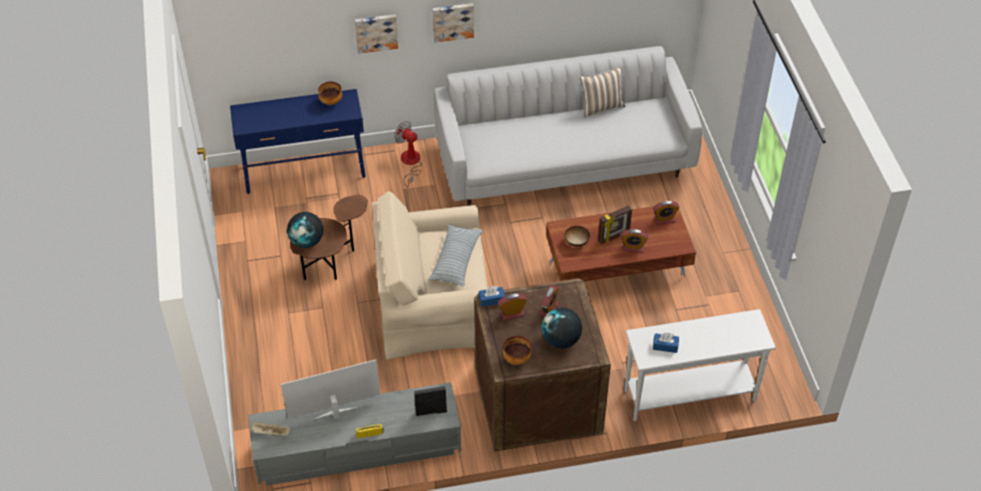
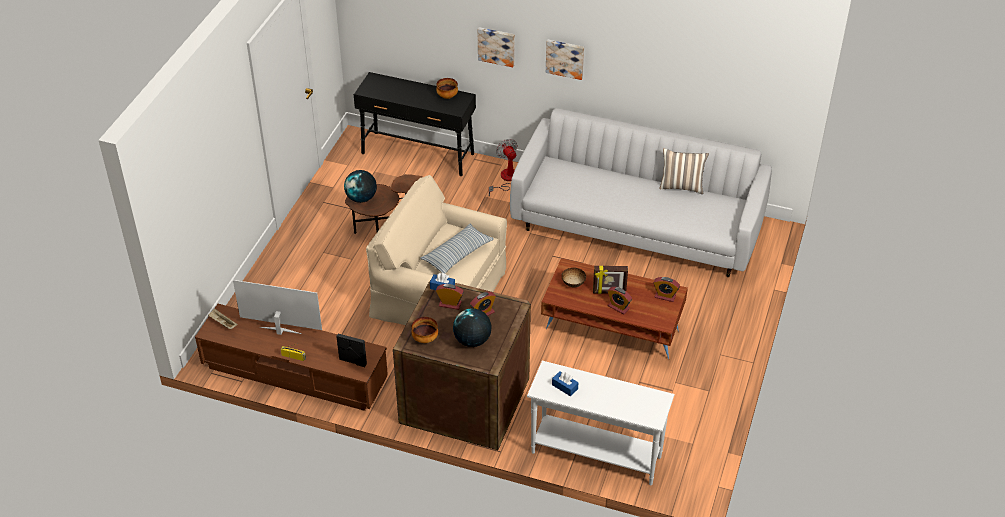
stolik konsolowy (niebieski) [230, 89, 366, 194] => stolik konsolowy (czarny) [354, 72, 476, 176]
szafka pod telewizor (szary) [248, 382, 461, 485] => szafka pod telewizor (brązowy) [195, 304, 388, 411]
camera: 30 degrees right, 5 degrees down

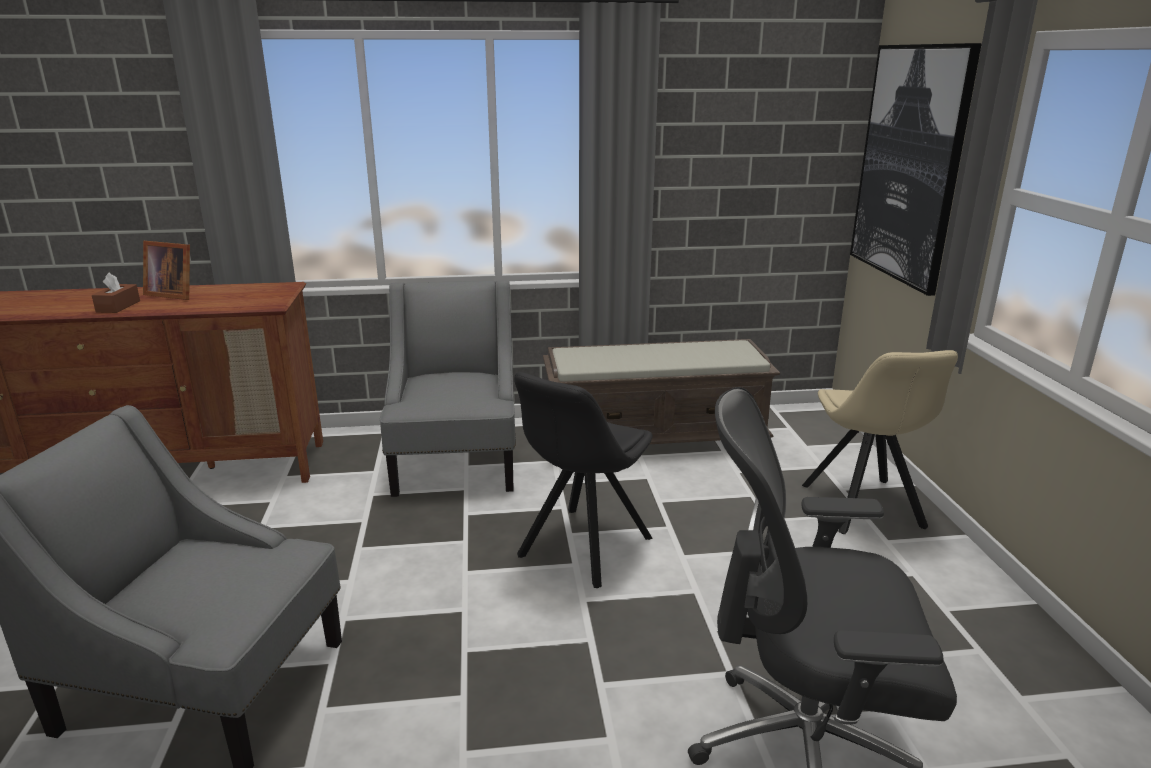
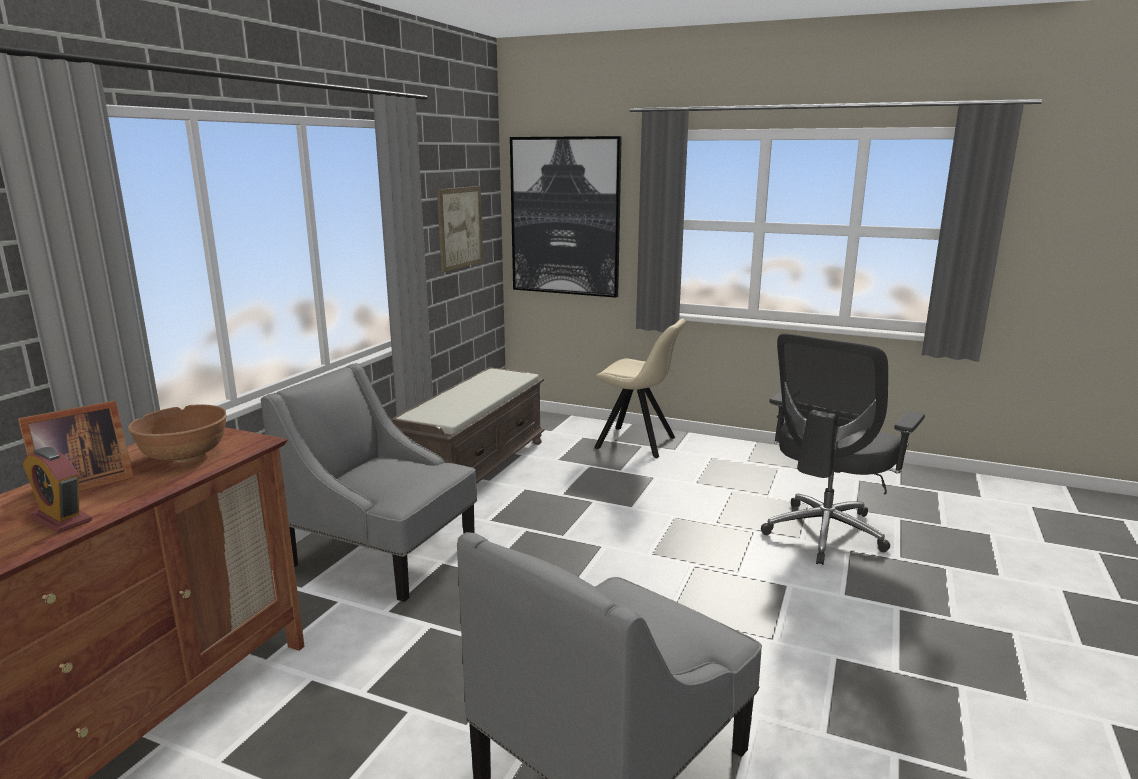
pudełko chusteczek (brązowy) [92, 272, 140, 313] => budzik [23, 447, 92, 533]
krzesło (czarny) [514, 372, 653, 588] => nothing
nothing => miska (brązowy) [128, 404, 227, 463]
nothing => obraz [437, 186, 483, 272]
camera: 60 degrees left, 5 degrees down

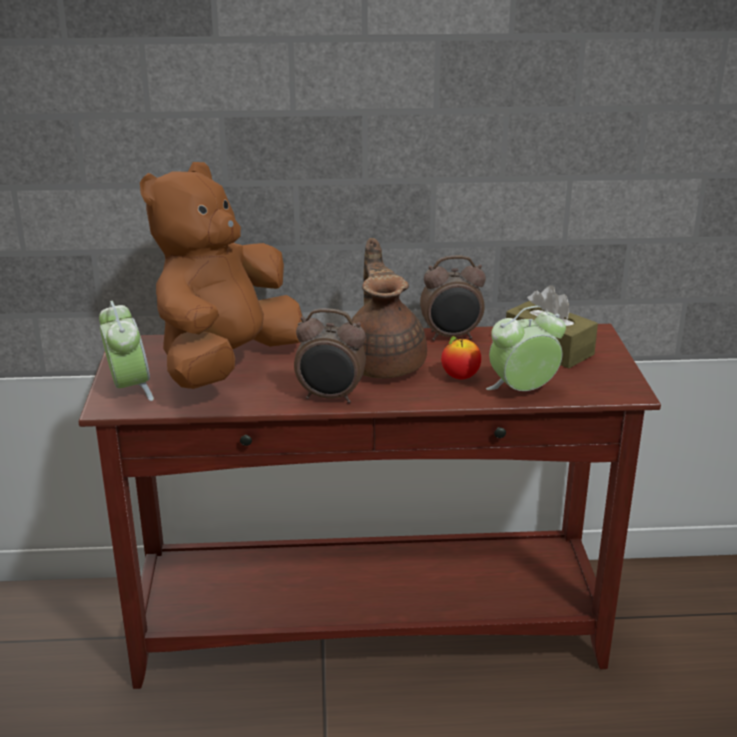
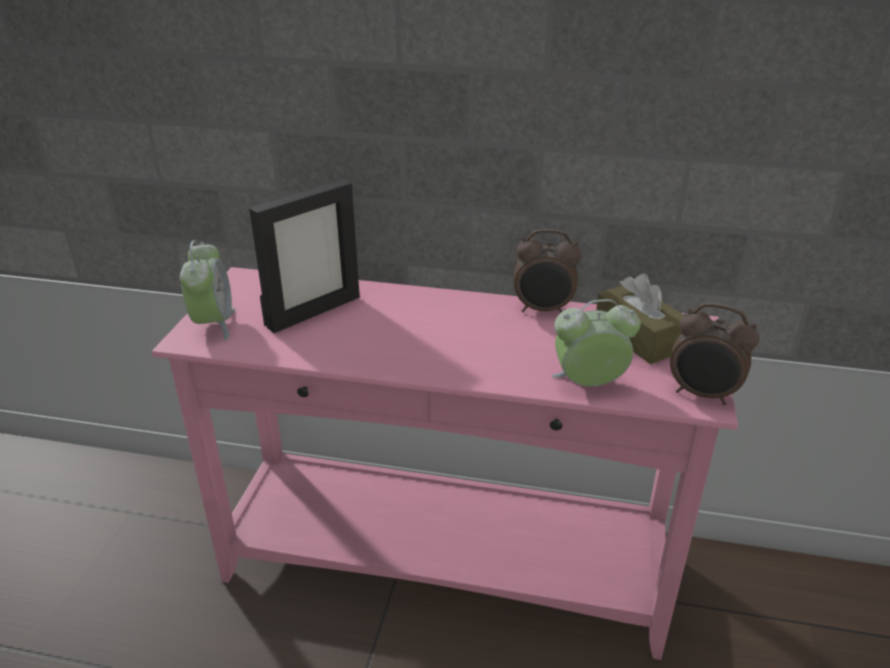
stolik konsolowy (brązowy) [79, 324, 661, 689] => stolik konsolowy (różowy) [152, 267, 738, 660]
pluszak (brązowy) [140, 162, 302, 389] => ramka na zdjęcie [249, 179, 360, 333]
budzik [294, 308, 366, 403] => budzik [670, 302, 759, 405], shifted
imbryk (brązowy) [352, 238, 427, 379] => nothing
jabłko [441, 336, 481, 380] => nothing
camera: 15 degrees right, 5 degrees up

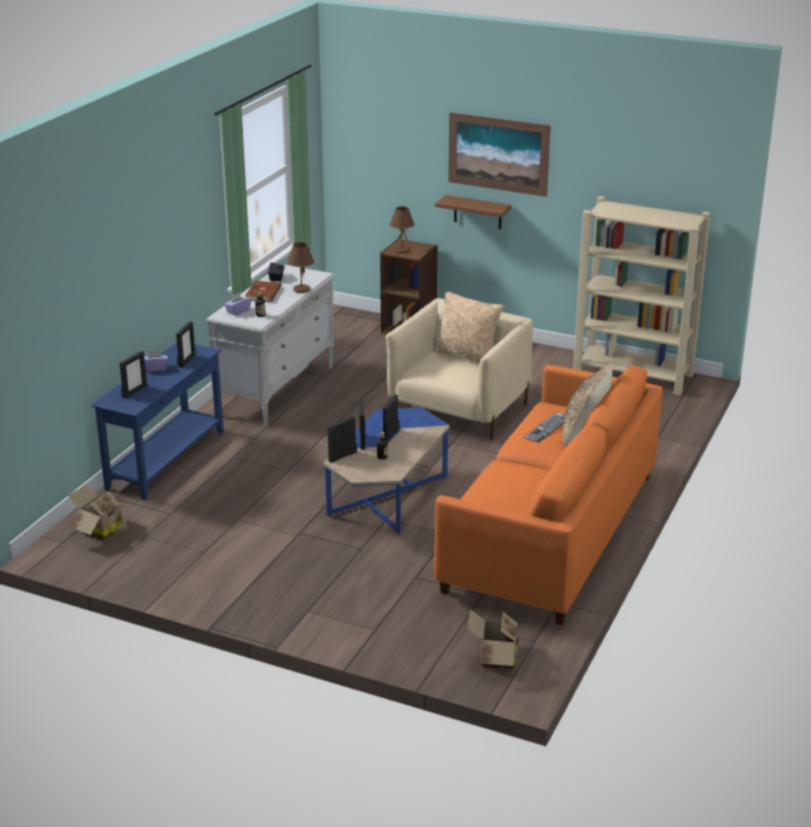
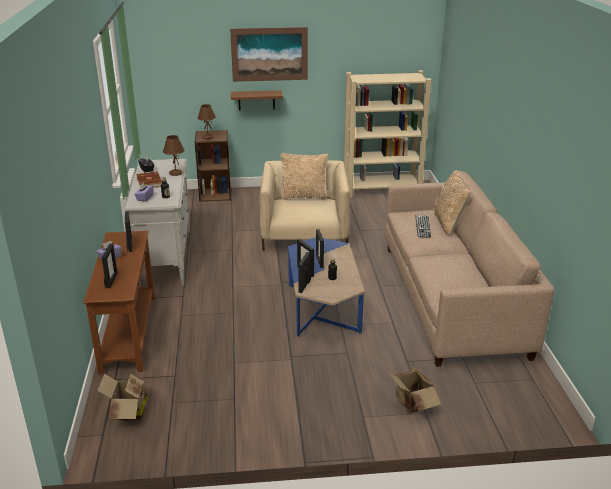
stolik konsolowy (niebieski) [91, 343, 224, 500] => stolik konsolowy (brązowy) [83, 231, 155, 375]
kanapa (pomarańczowy) [434, 365, 663, 625] => kanapa (beżowy) [385, 171, 554, 367]
karton [467, 610, 519, 670] => karton [388, 366, 441, 414], shifted
camera: 30 degrees left, 0 degrees up

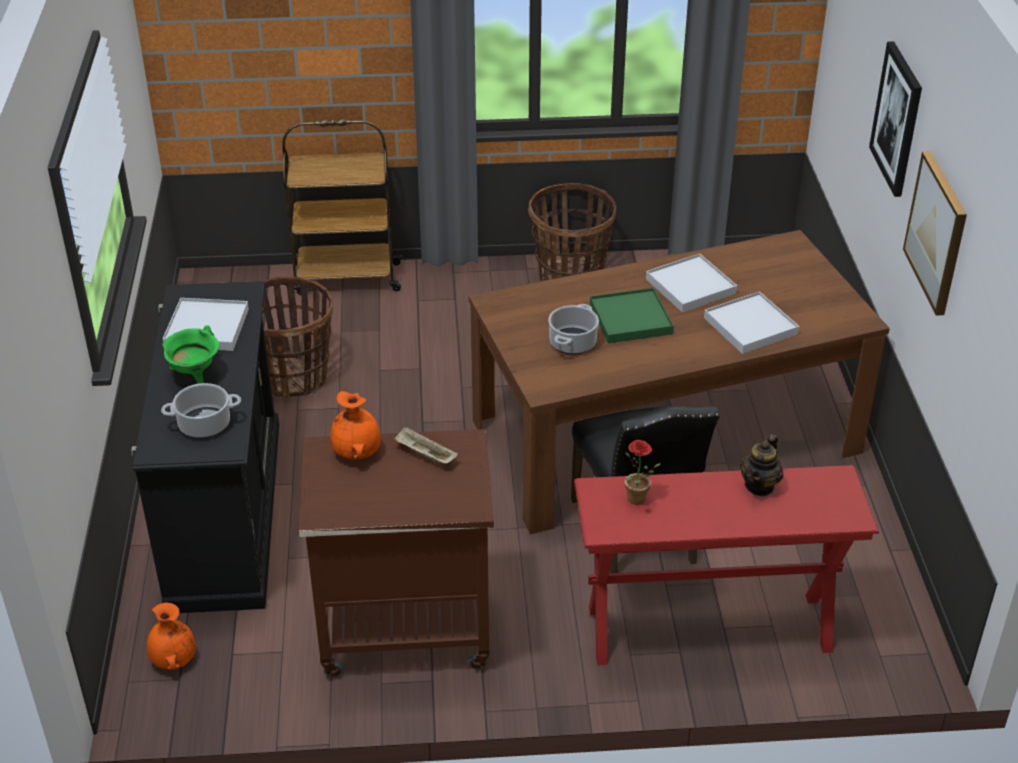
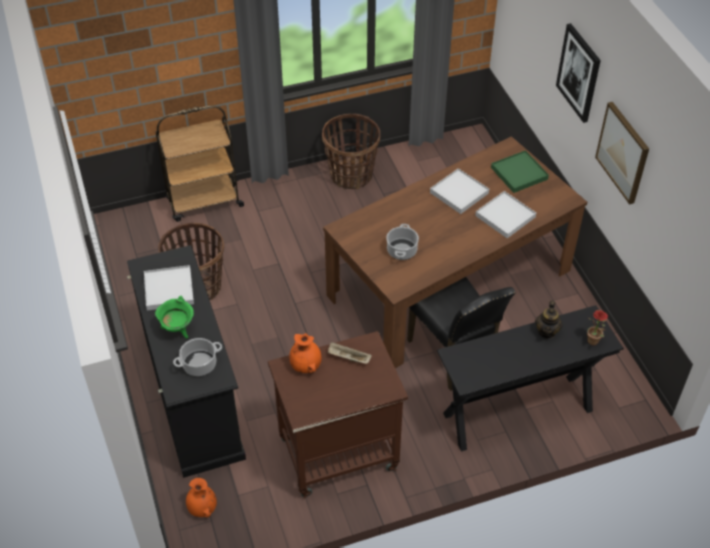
stolik konsolowy (czerwony) [574, 465, 879, 665] => stolik konsolowy (czarny) [437, 305, 624, 452]
taca (zielony) [590, 288, 674, 343] => taca (zielony) [491, 150, 549, 193], shifted
roślina doniczkowa [625, 440, 661, 505] => roślina doniczkowa [587, 310, 608, 345], shifted
camera: 15 degrees left, 10 degrees up

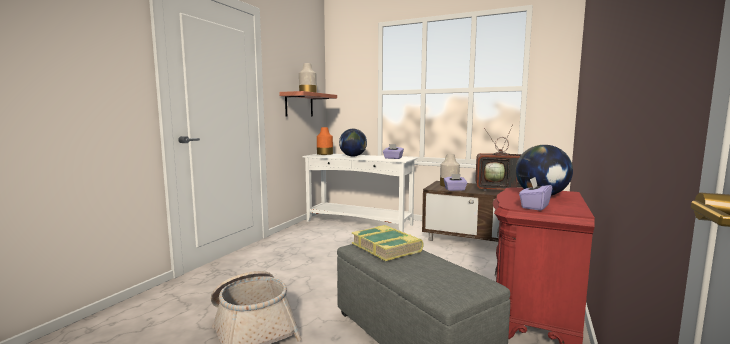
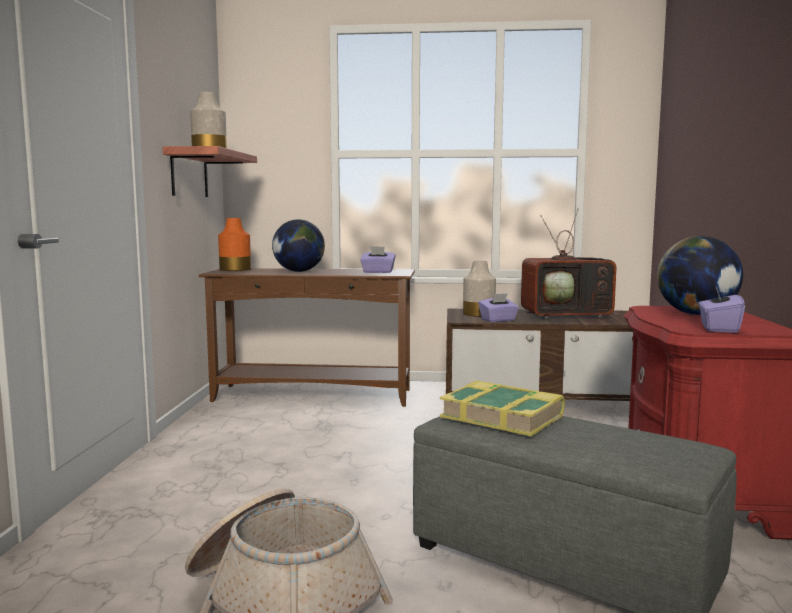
stolik konsolowy (biały) [302, 154, 418, 232] => stolik konsolowy (brązowy) [199, 268, 415, 407]
camera: 20 degrees left, 0 degrees up

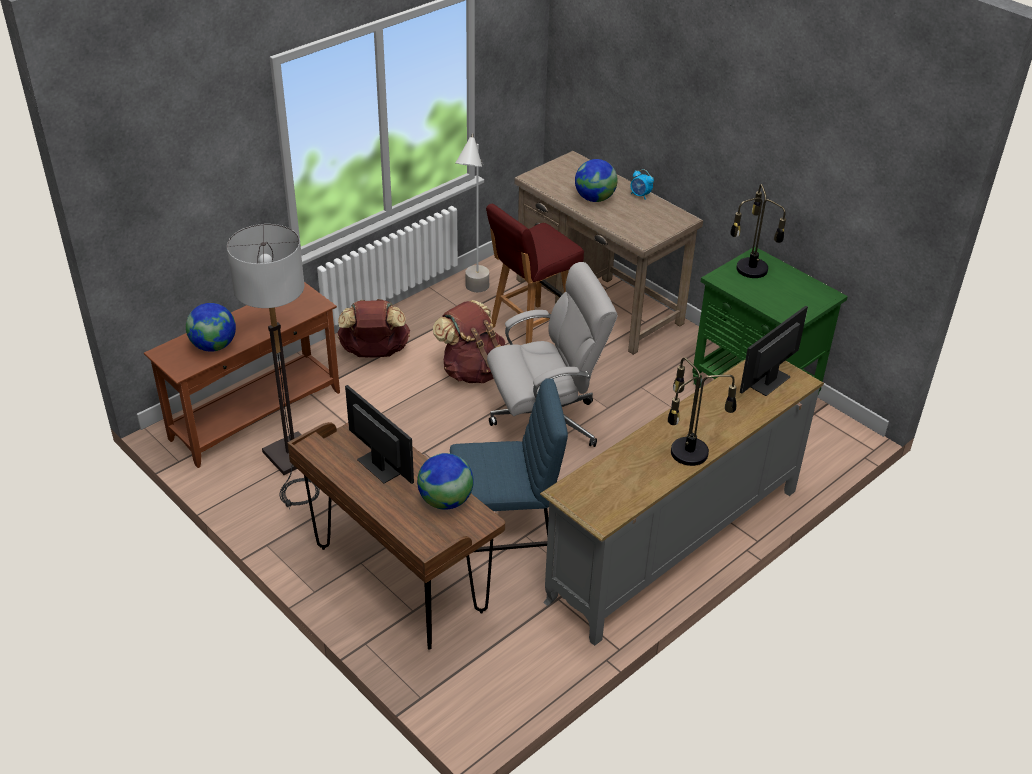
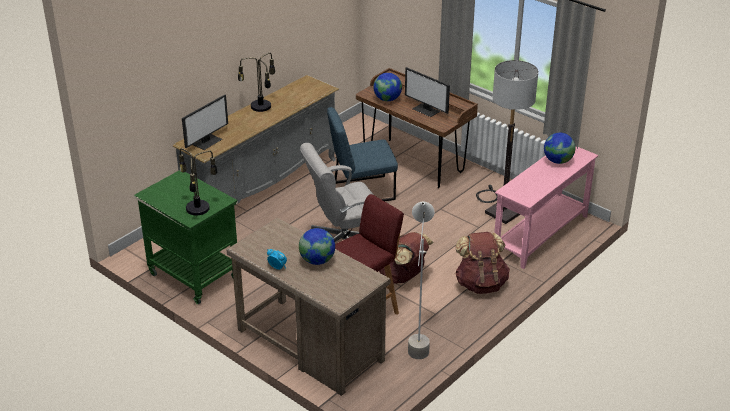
stolik konsolowy (brązowy) [144, 282, 340, 468] => stolik konsolowy (różowy) [494, 146, 598, 269]
camera: 175 degrees right, 5 degrees down

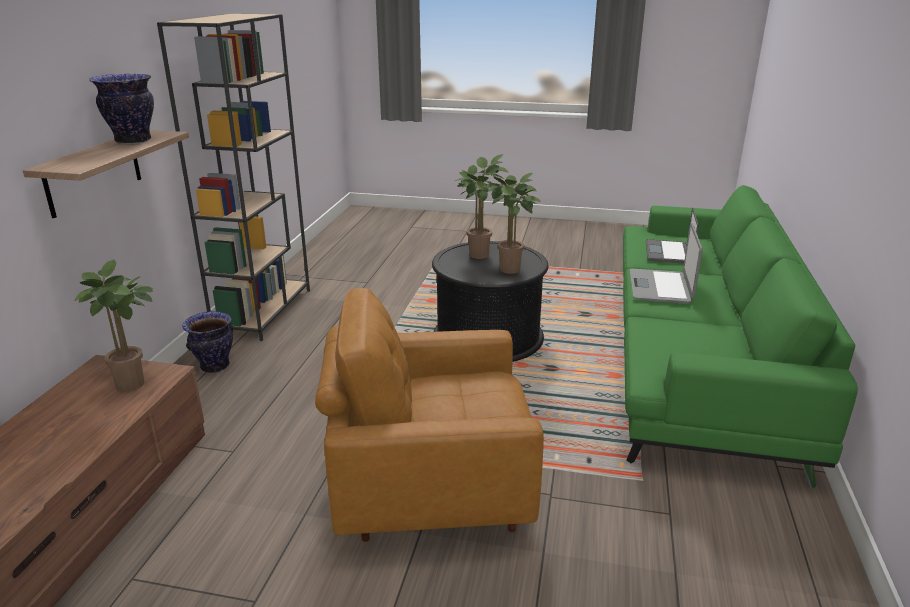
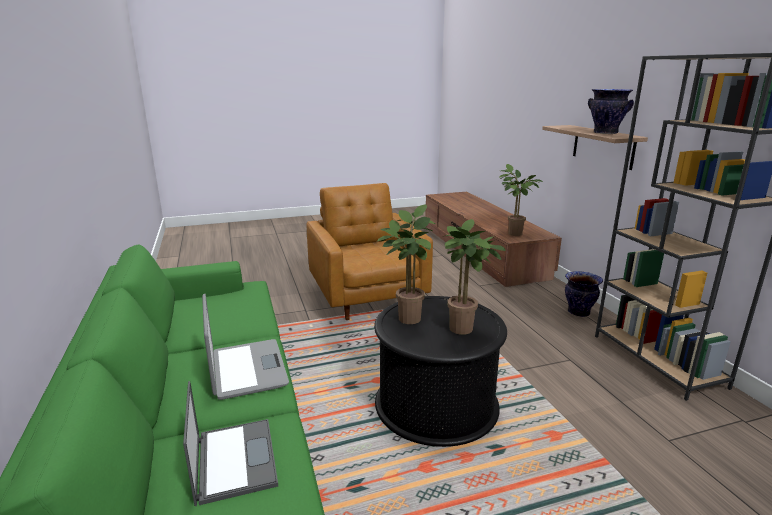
fotel (brązowy) [315, 288, 544, 542] => fotel (brązowy) [307, 183, 433, 320], 75 degrees counterclockwise
camera: 150 degrees right, 5 degrees down

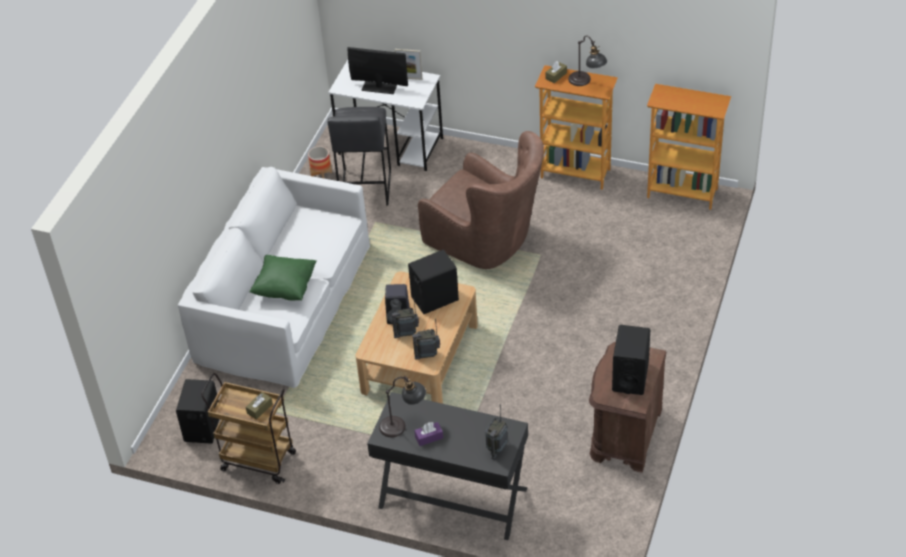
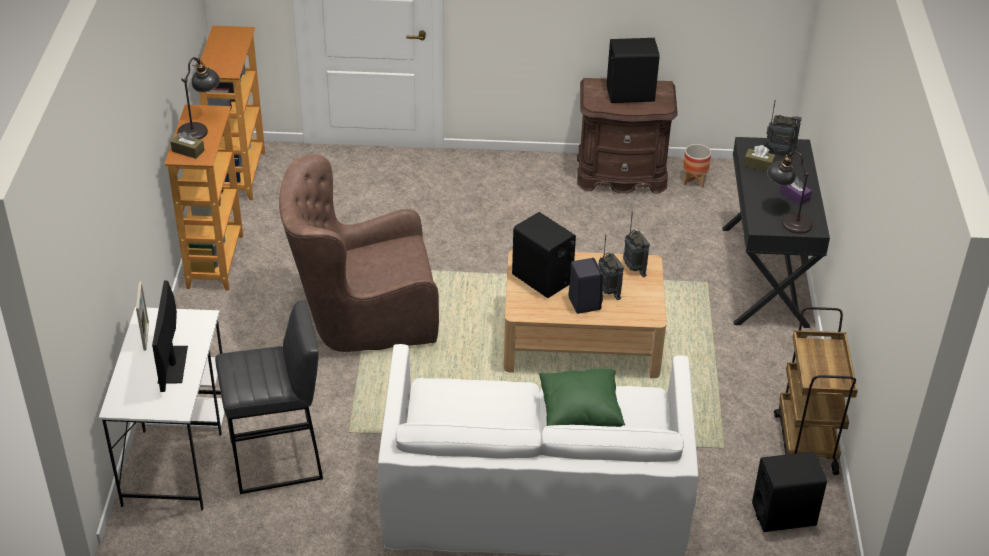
pudełko chusteczek (brązowy) [246, 392, 273, 419] => pudełko chusteczek (brązowy) [744, 145, 775, 171], shifted
donica [308, 146, 332, 179] => donica [683, 144, 711, 188], shifted
fotel (brązowy) [418, 131, 544, 269] => fotel (brązowy) [279, 154, 439, 352], 120 degrees counterclockwise
camera: 110 degrees left, 5 degrees down

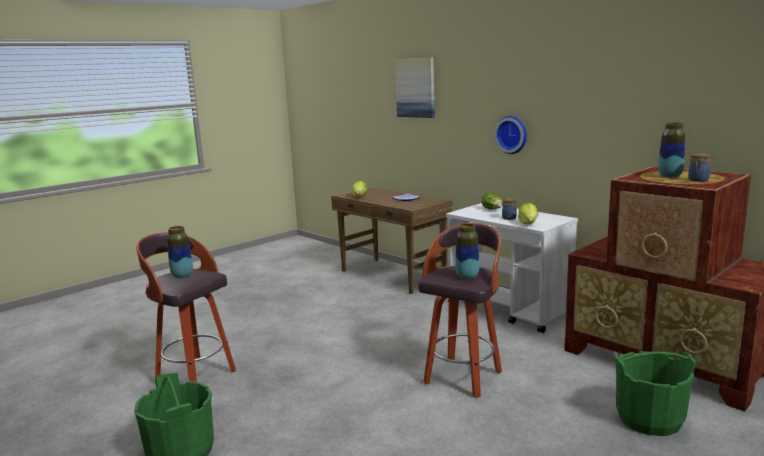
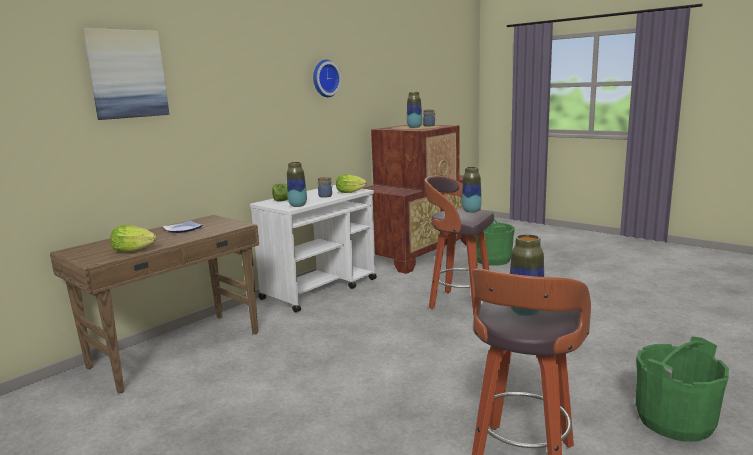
zegar ścienny [494, 116, 527, 154] => zegar ścienny [313, 60, 341, 97], shifted
nothing => wazon [287, 162, 307, 207]
camera: 95 degrees left, 0 degrees up

